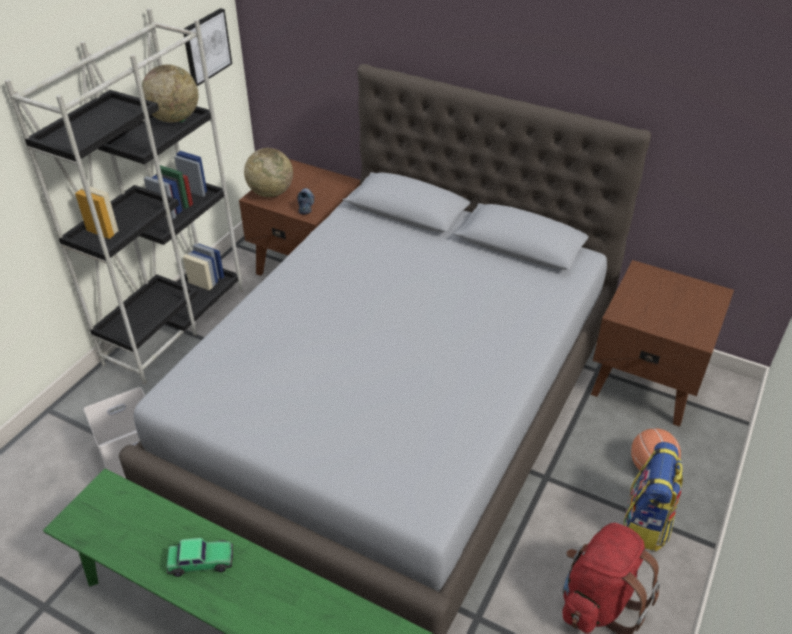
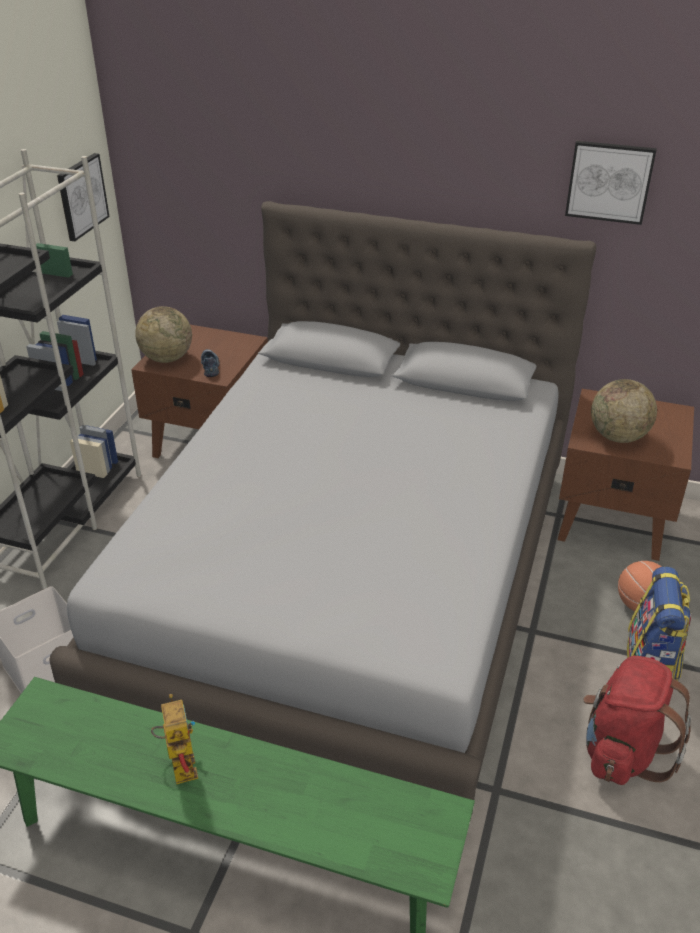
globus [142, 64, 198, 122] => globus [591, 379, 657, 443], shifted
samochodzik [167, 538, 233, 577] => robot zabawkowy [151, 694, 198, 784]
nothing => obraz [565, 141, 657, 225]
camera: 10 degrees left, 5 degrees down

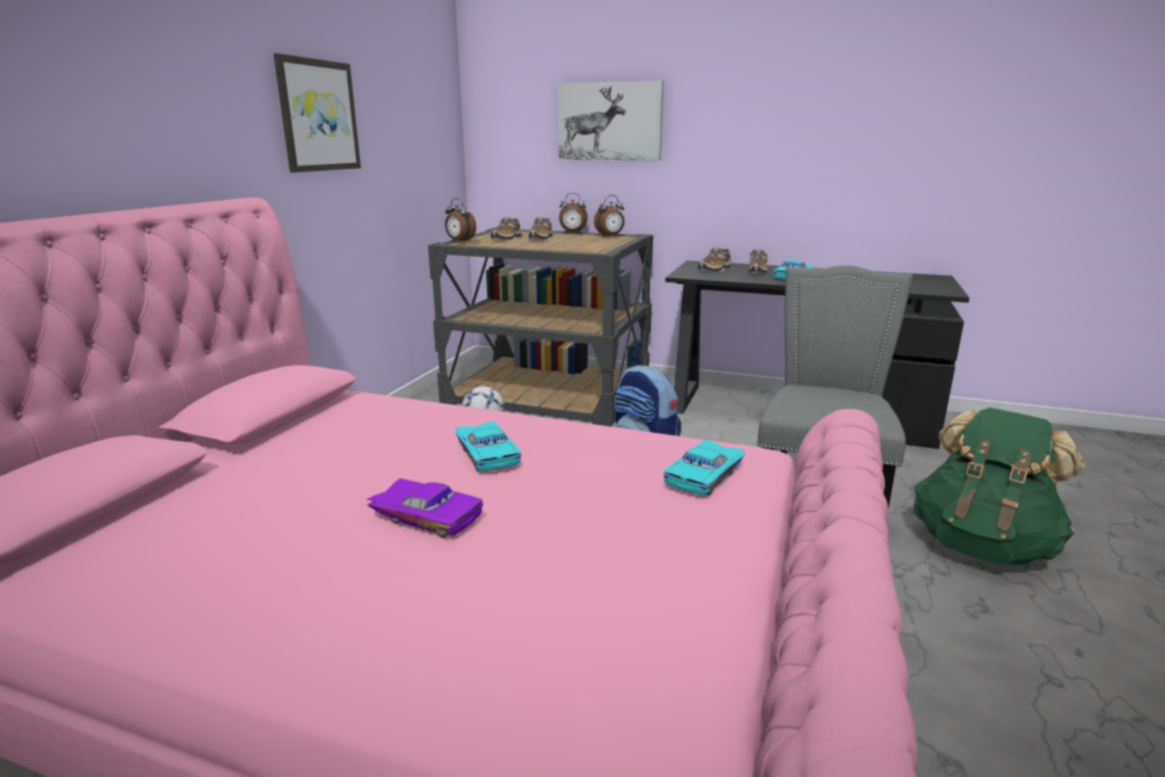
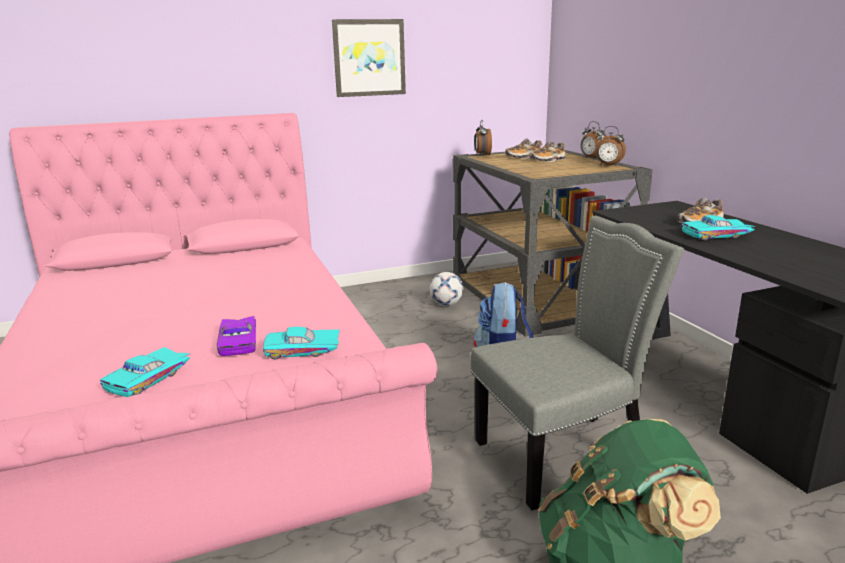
samochodzik (fioletowy) [366, 478, 483, 537] => samochodzik (fioletowy) [217, 316, 256, 356], shifted
samochodzik (turkusowy) [455, 421, 521, 471] => samochodzik (turkusowy) [100, 347, 190, 397], shifted
obraz [558, 80, 664, 161] => nothing
but [698, 247, 731, 272] => nothing
camera: 50 degrees right, 0 degrees up

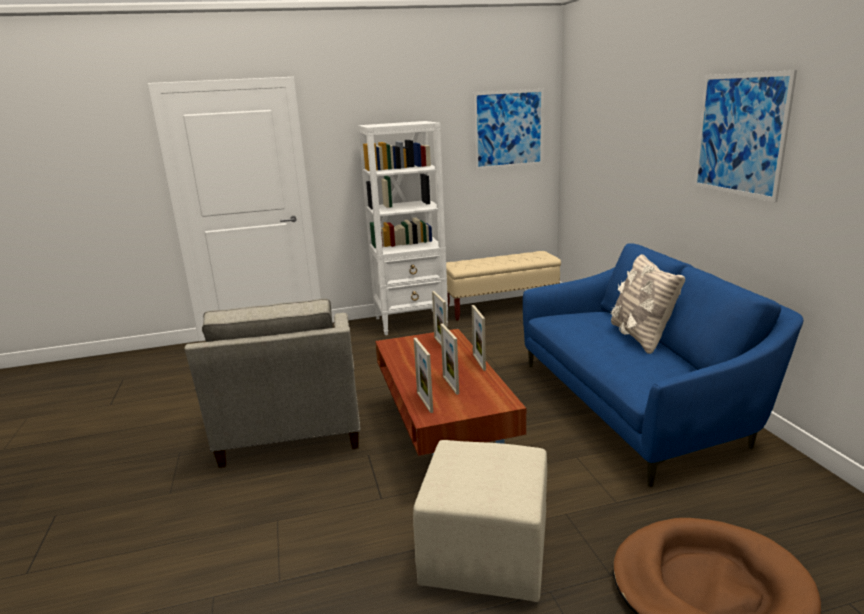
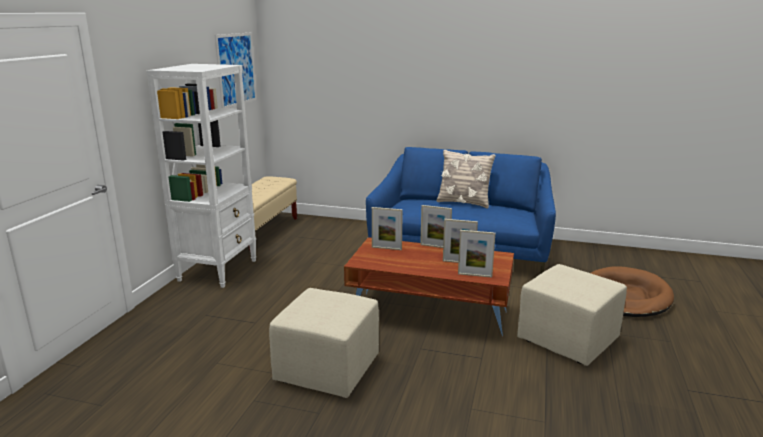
fotel (szary) [184, 299, 361, 468] => pufa (beżowy) [269, 288, 379, 398]
obraz [694, 70, 797, 202] => nothing
camera: 60 degrees left, 0 degrees up

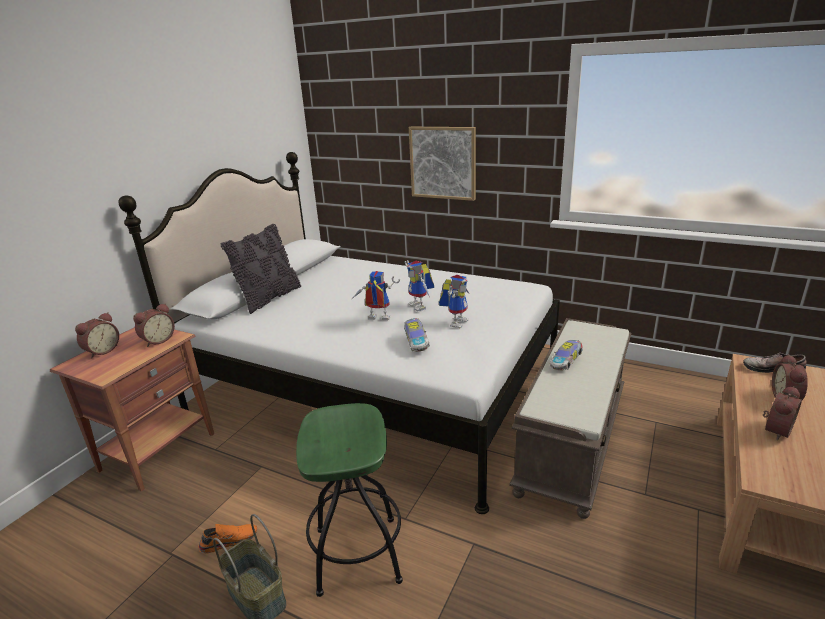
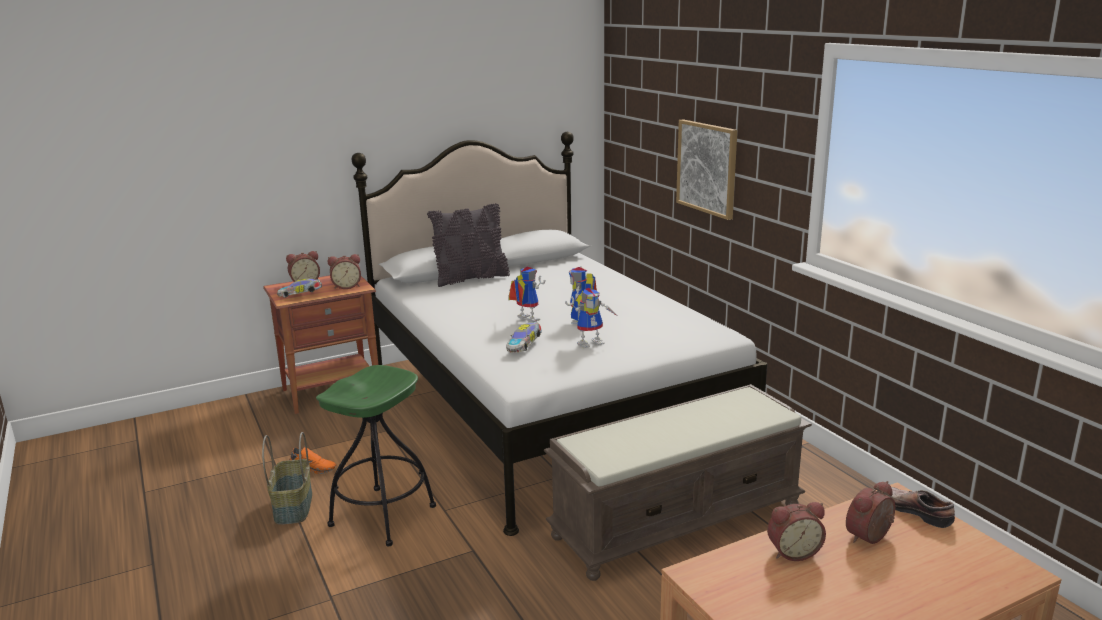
samochodzik [550, 340, 583, 370] => samochodzik [277, 279, 322, 298], shifted
camera: 35 degrees right, 5 degrees down

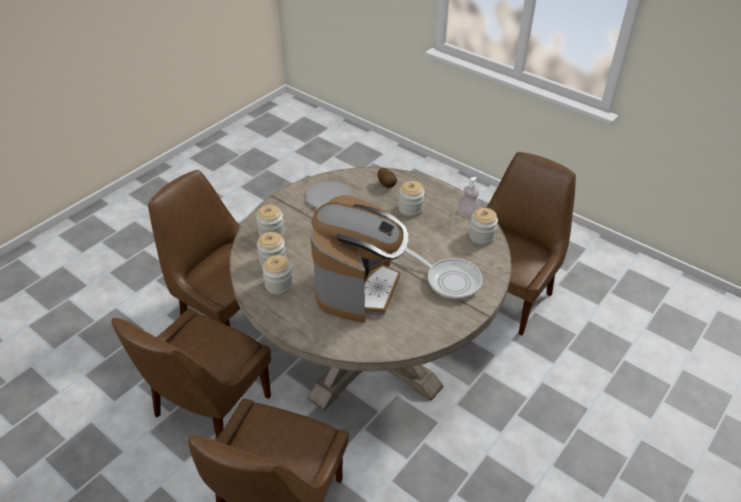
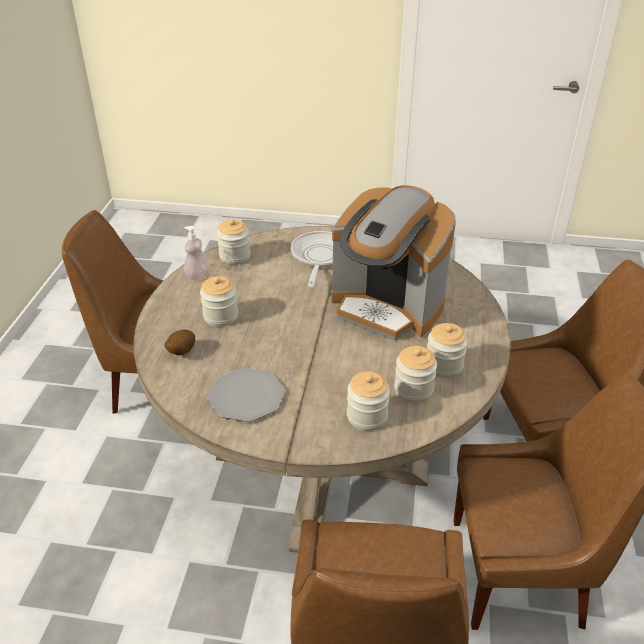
ekspres do kawy [310, 195, 409, 323] => ekspres do kawy [331, 185, 456, 341], 135 degrees counterclockwise
camera: 120 degrees left, 5 degrees down

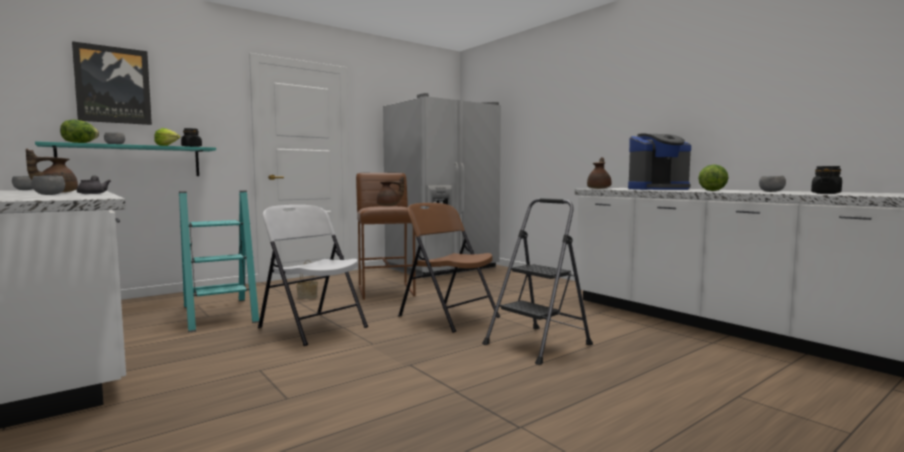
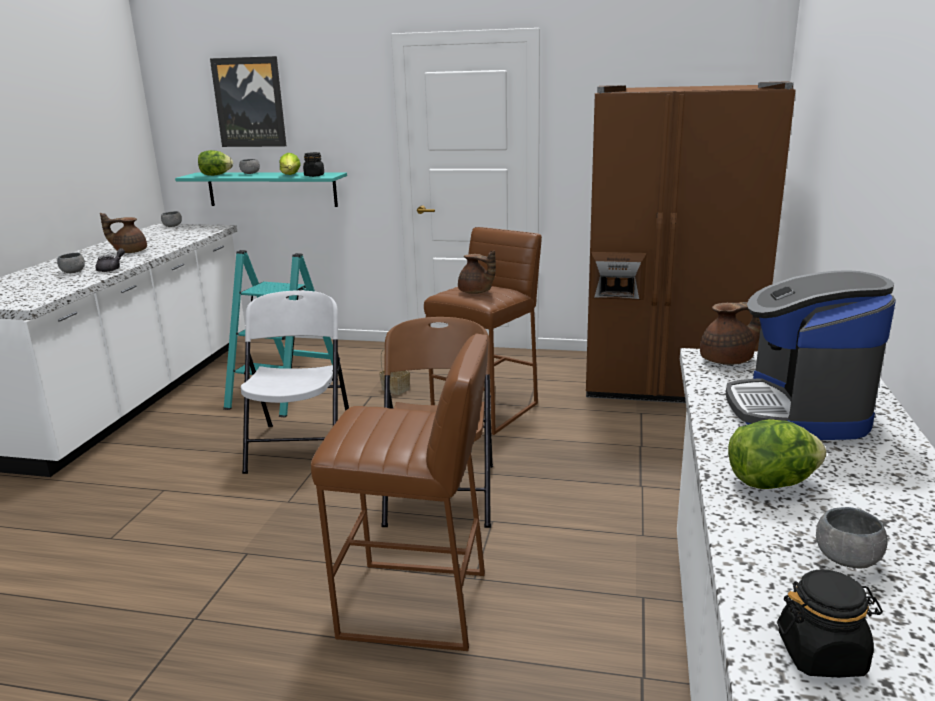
lodówka (biały) [383, 93, 501, 278] => lodówka (brązowy) [586, 81, 796, 403]
drabinka (czarny) [482, 198, 593, 365] => stołek (brązowy) [311, 333, 488, 651]
ekspres do kawy [628, 134, 691, 190] => ekspres do kawy [725, 270, 896, 440], 60 degrees clockwise
camera: 50 degrees right, 15 degrees up

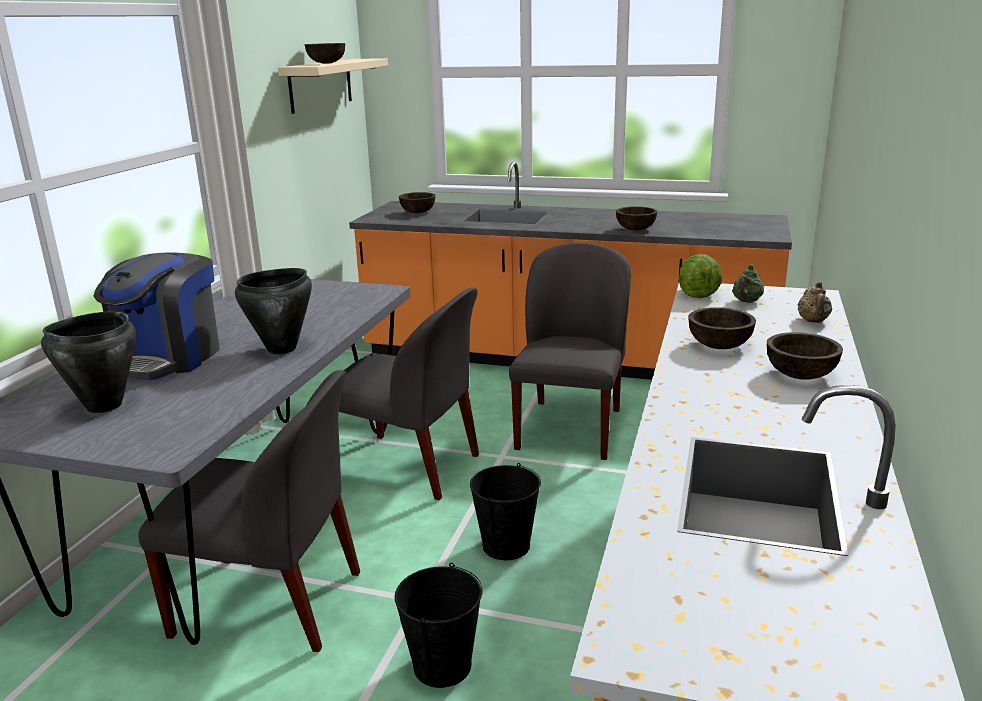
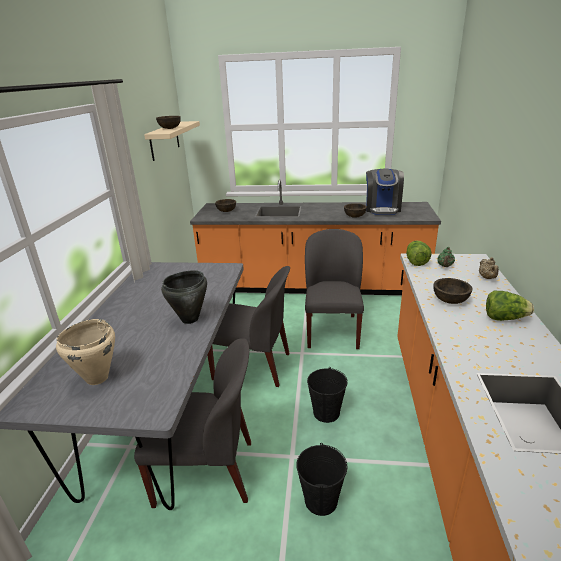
garnek (czarny) [41, 311, 136, 413] => garnek (beżowy) [56, 319, 115, 385]
ekspres do kawy [94, 252, 220, 380] => ekspres do kawy [366, 168, 404, 215], shifted
miska (brązowy) [767, 332, 843, 380] => sałata [486, 291, 534, 321]
camera: 10 degrees left, 5 degrees up

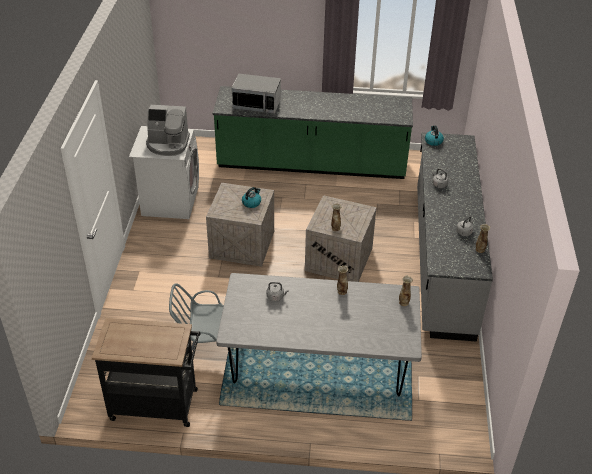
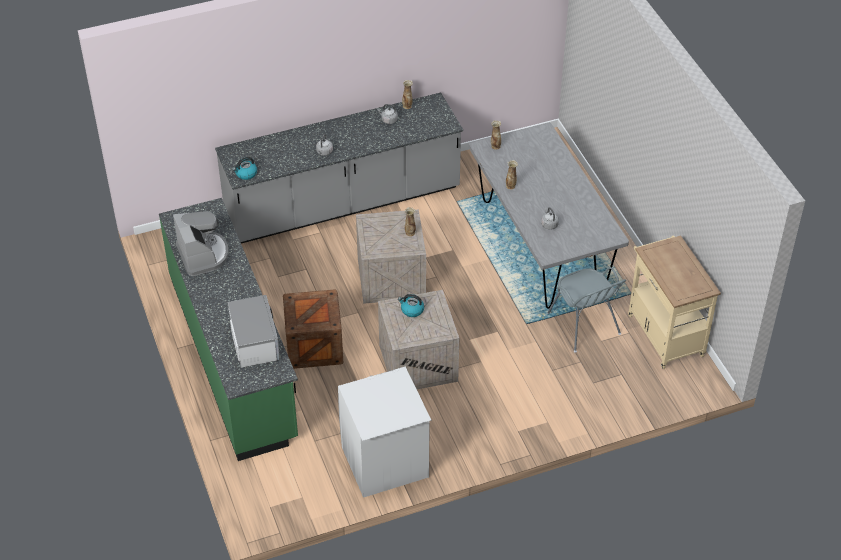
wózek (czarny) [92, 318, 201, 427] => wózek (beżowy) [628, 235, 721, 369]
ekspres do kawy [146, 105, 190, 156] => ekspres do kawy [173, 211, 229, 276], shifted
nothing => skrzynka [283, 289, 343, 369]
camera: 115 degrees left, 5 degrees up

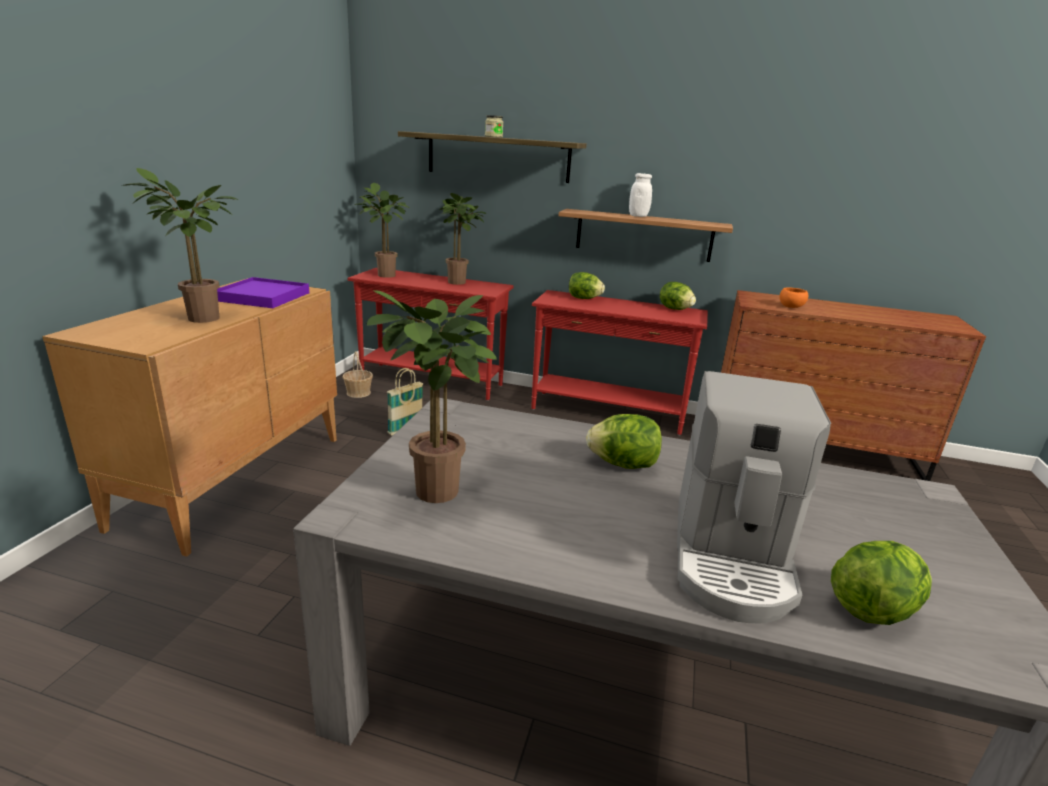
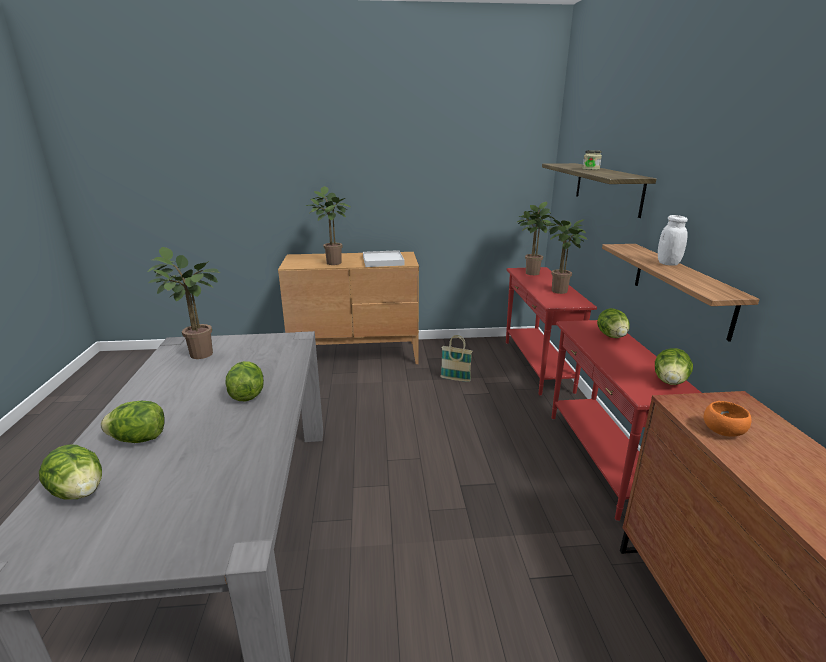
taca (fioletowy) [217, 277, 309, 308] => taca (biały) [363, 250, 404, 267]
koszyk [342, 351, 373, 398] => nothing
ekspres do kawy [677, 371, 831, 623] => sałata [101, 401, 165, 443]
camera: 70 degrees right, 0 degrees up

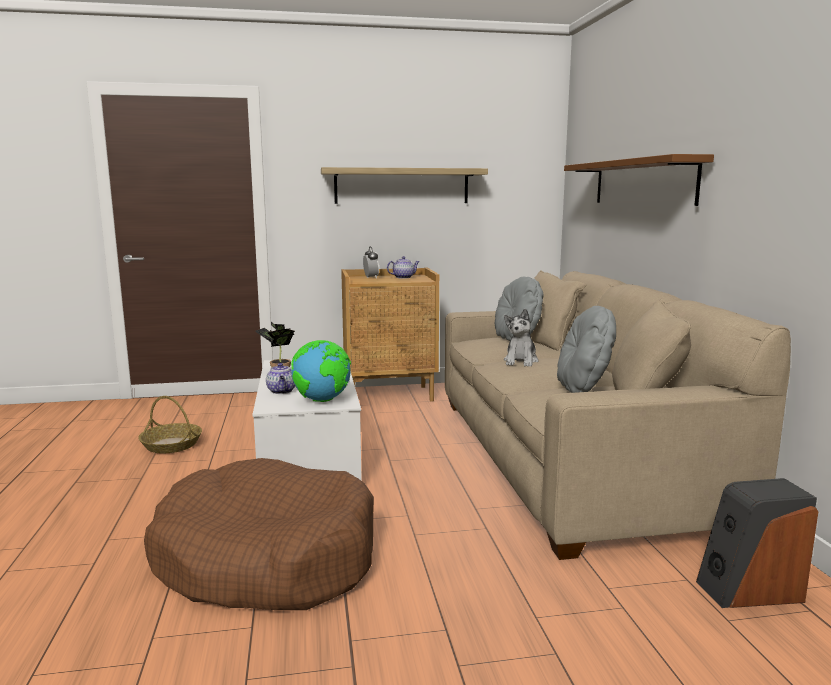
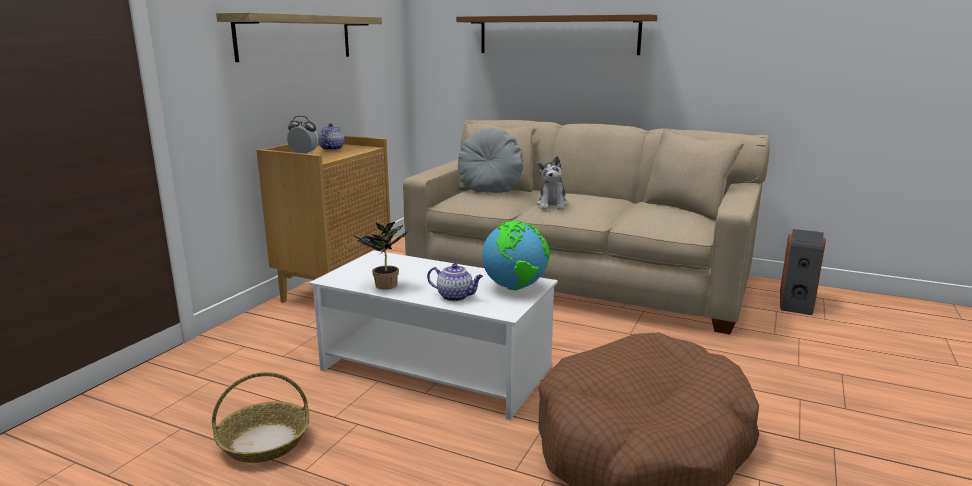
pluszak [504, 309, 539, 366] => pluszak [536, 156, 569, 210], 45 degrees clockwise
poduszka (szary) [557, 306, 616, 393] => nothing
camera: 55 degrees left, 5 degrees up

